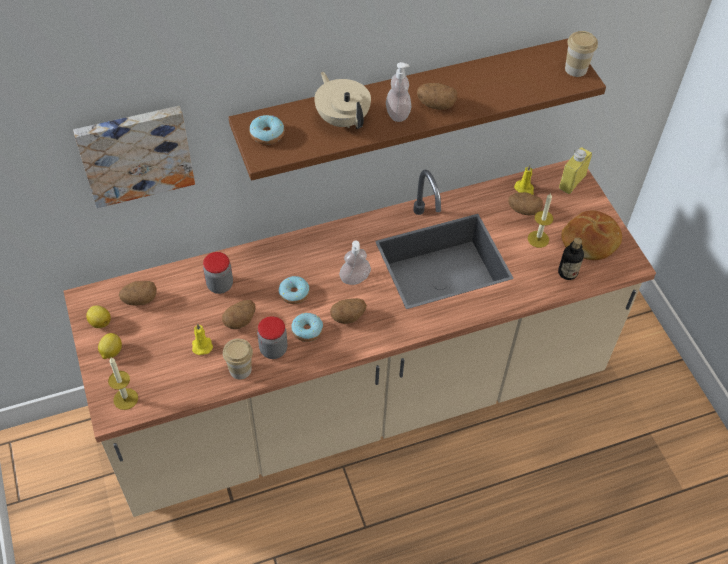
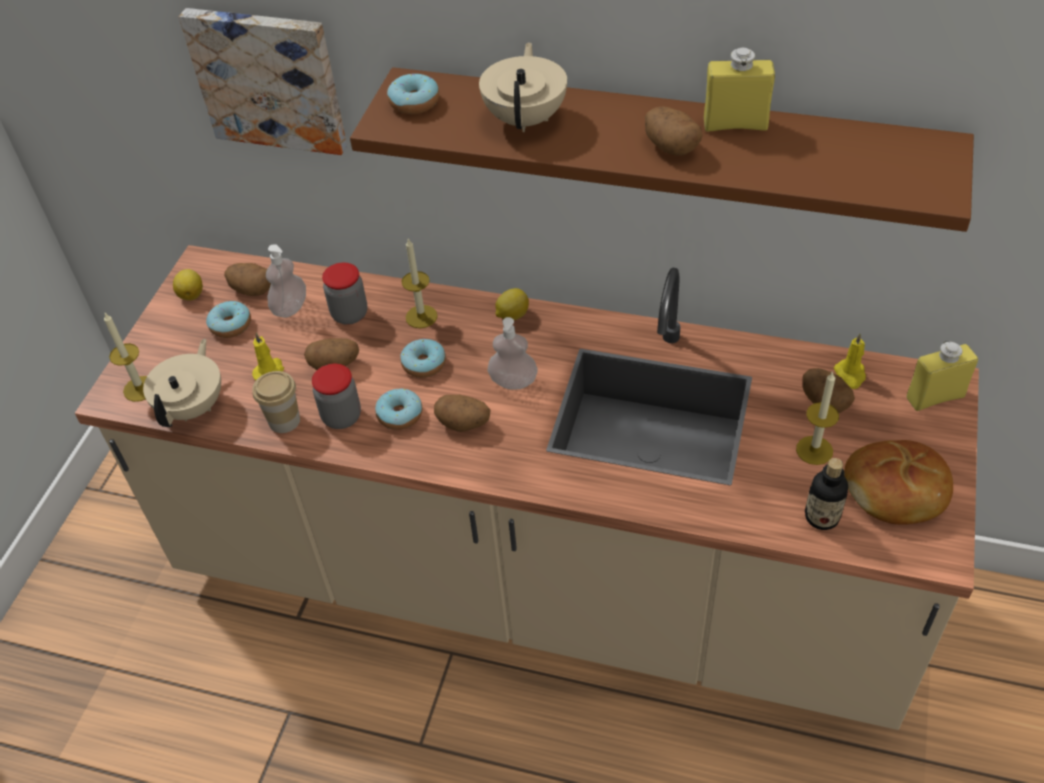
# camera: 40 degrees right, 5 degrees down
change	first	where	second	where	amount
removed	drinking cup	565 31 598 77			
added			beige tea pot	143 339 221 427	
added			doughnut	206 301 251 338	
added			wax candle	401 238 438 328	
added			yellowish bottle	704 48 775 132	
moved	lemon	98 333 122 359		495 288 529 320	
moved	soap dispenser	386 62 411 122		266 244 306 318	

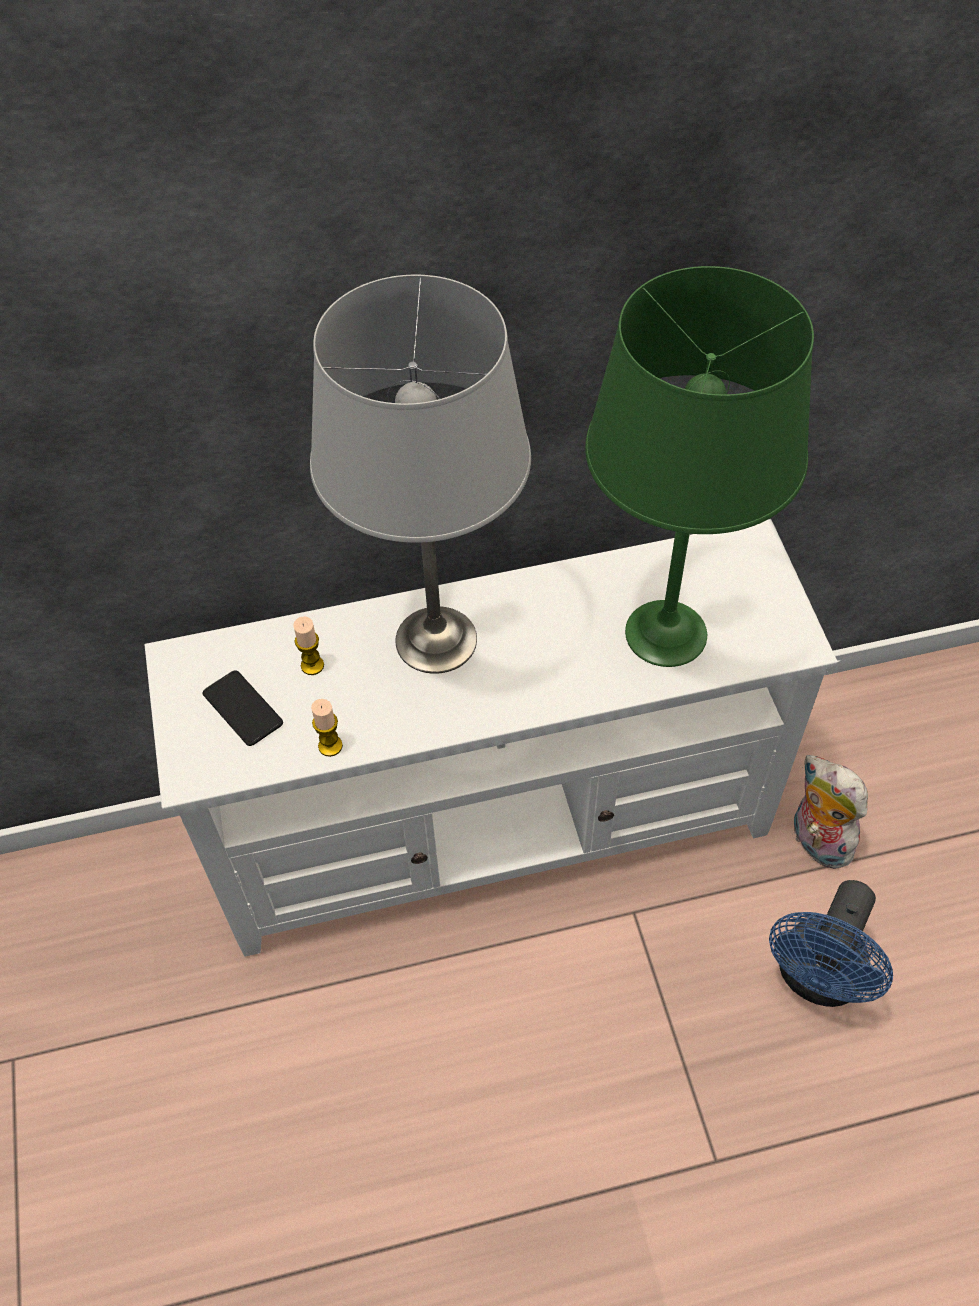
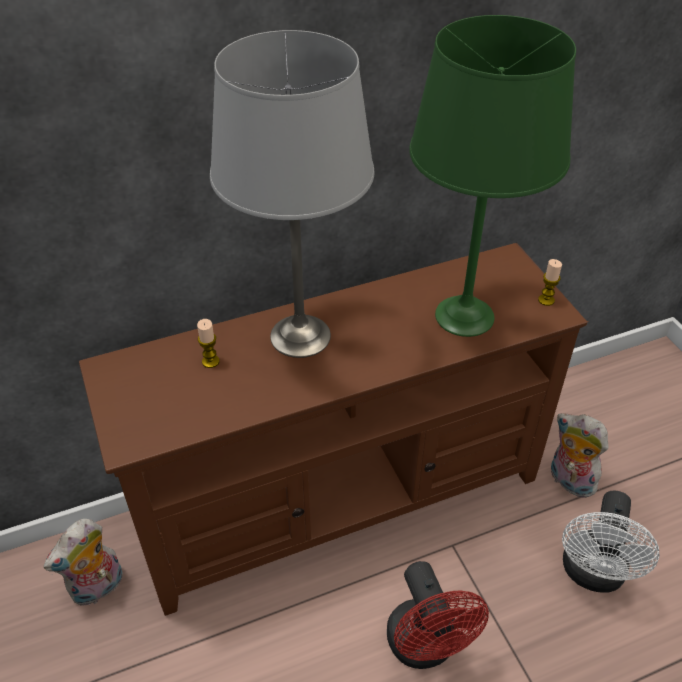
# camera: 10 degrees left, 10 degrees down
change	first	where	second	where	amount
removed	handset	203 670 283 746			
added			cuddly toy	44 519 123 606	
added			reddish fan	387 561 489 669	
moved	wax candle	311 699 343 757		538 259 562 306	
recoloured	white-coloured tv stand	145 519 839 957	brownish tv stand	79 243 589 616	
recoloured	bluish fan	769 880 893 1007	white-coloured fan	562 490 659 593	

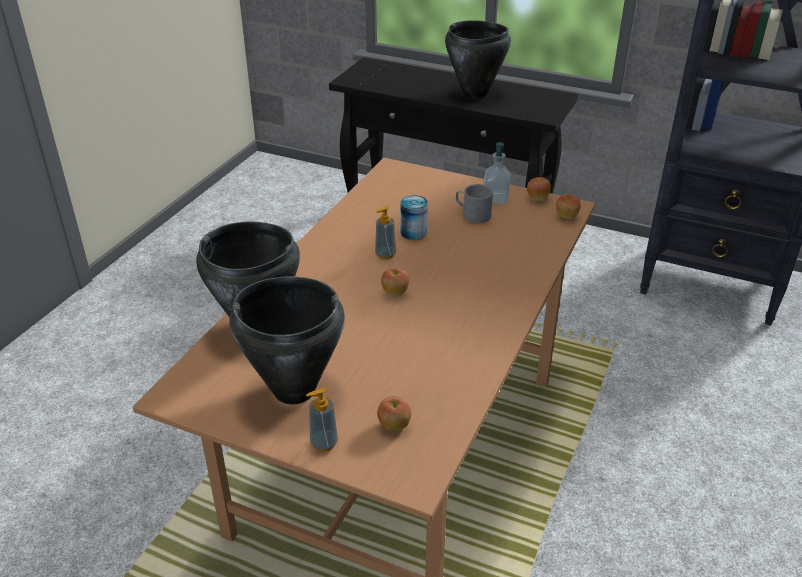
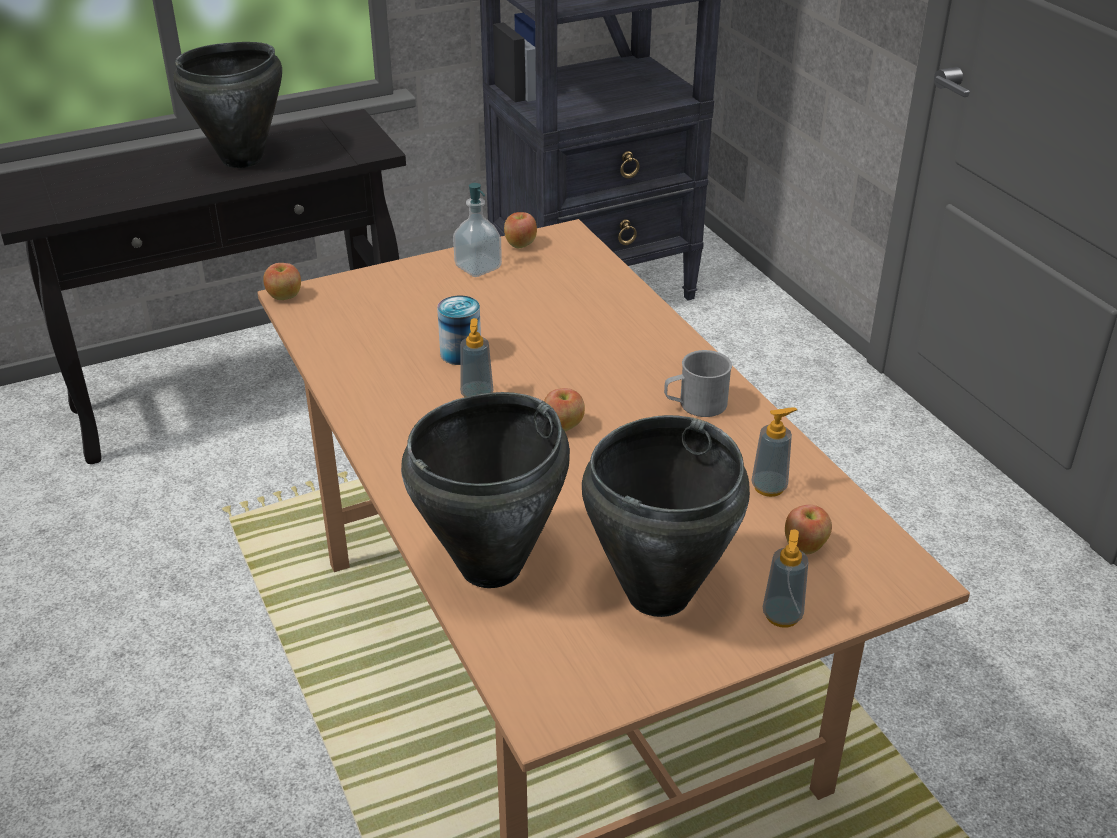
# camera: 50 degrees left, 0 degrees up
change	first	where	second	where	amount
added			soap dispenser	751 408 797 497	
moved	greyish tea mug	456 184 494 223		664 350 732 417	
moved	apple fruit	556 194 581 219		263 263 301 300	

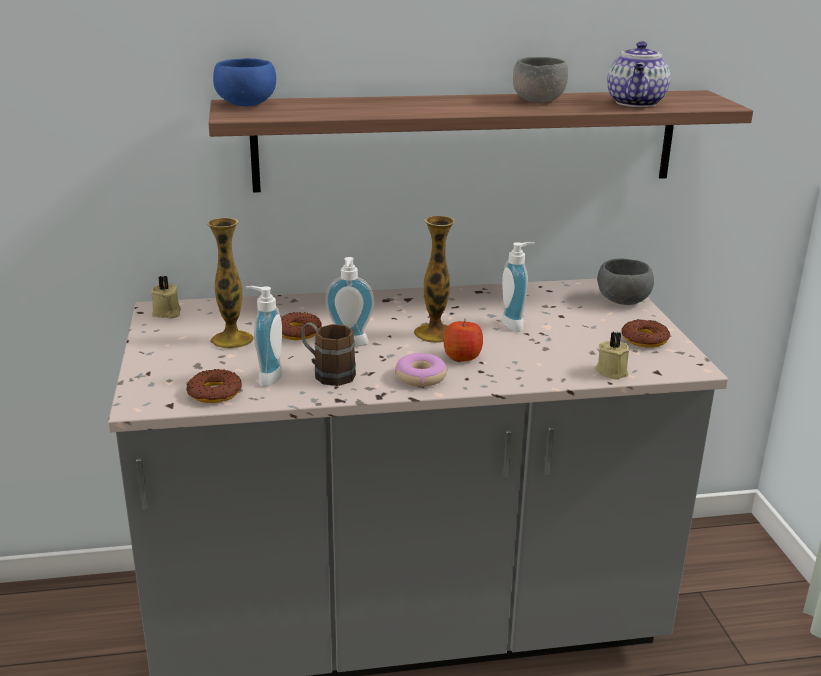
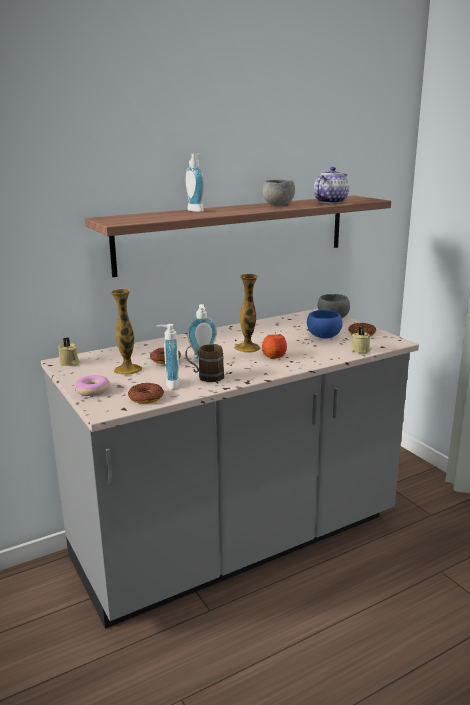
# camera: 20 degrees left, 5 degrees down
change	first	where	second	where	amount
moved	bluish deep dish	213 58 276 106		307 310 343 338	
moved	doughnut	395 353 448 387		75 375 110 396	
moved	soap dispenser	502 242 535 332		186 153 204 212	
turned	tea pot	607 42 670 107		314 167 349 204	135 degrees counterclockwise

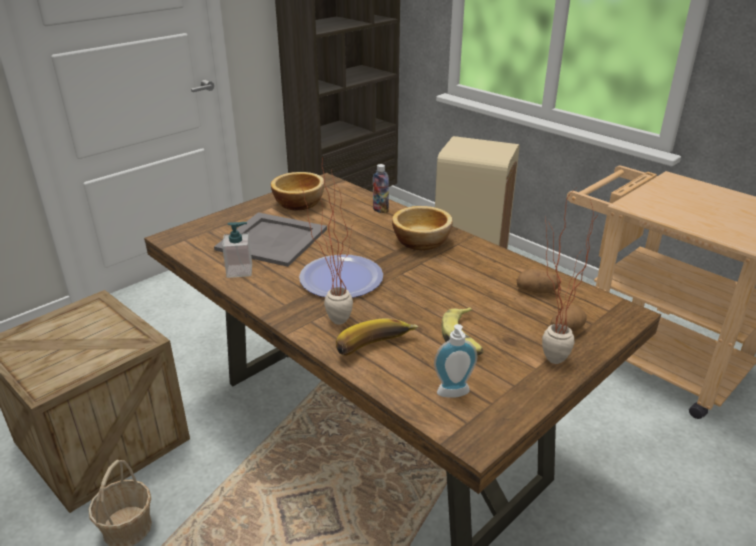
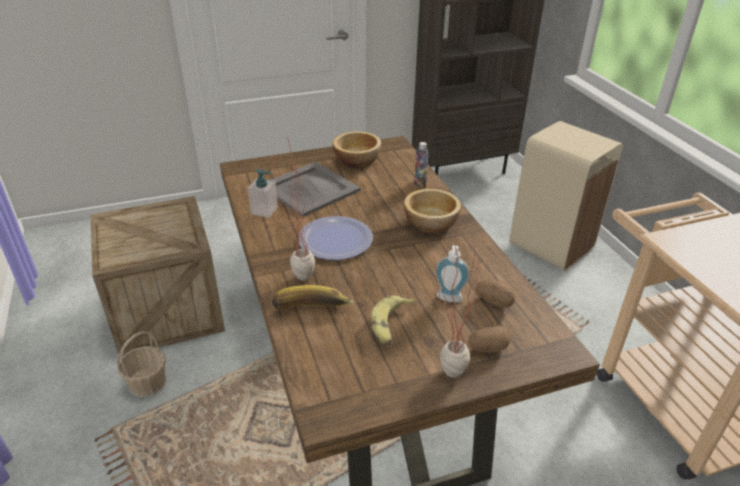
# camera: 25 degrees right, 5 degrees up
change	first	where	second	where	amount
moved	soap dispenser	434 324 477 398		435 245 470 302	

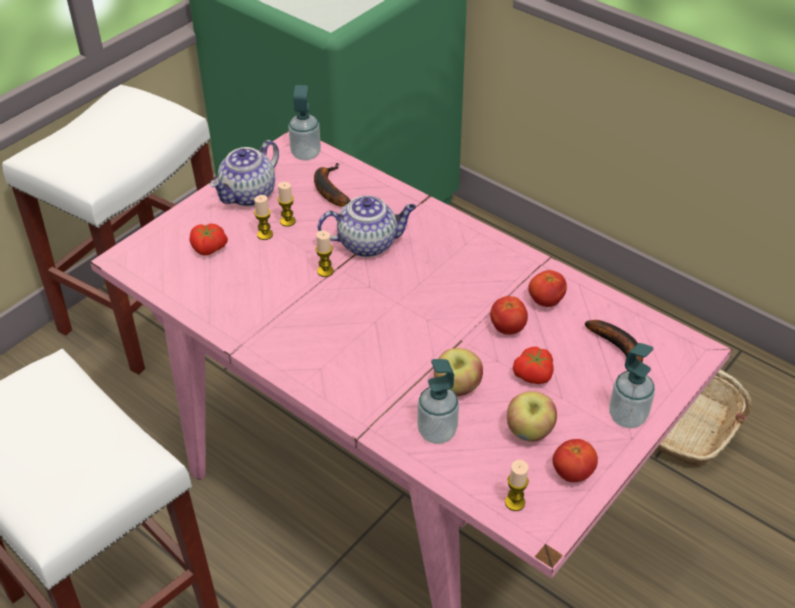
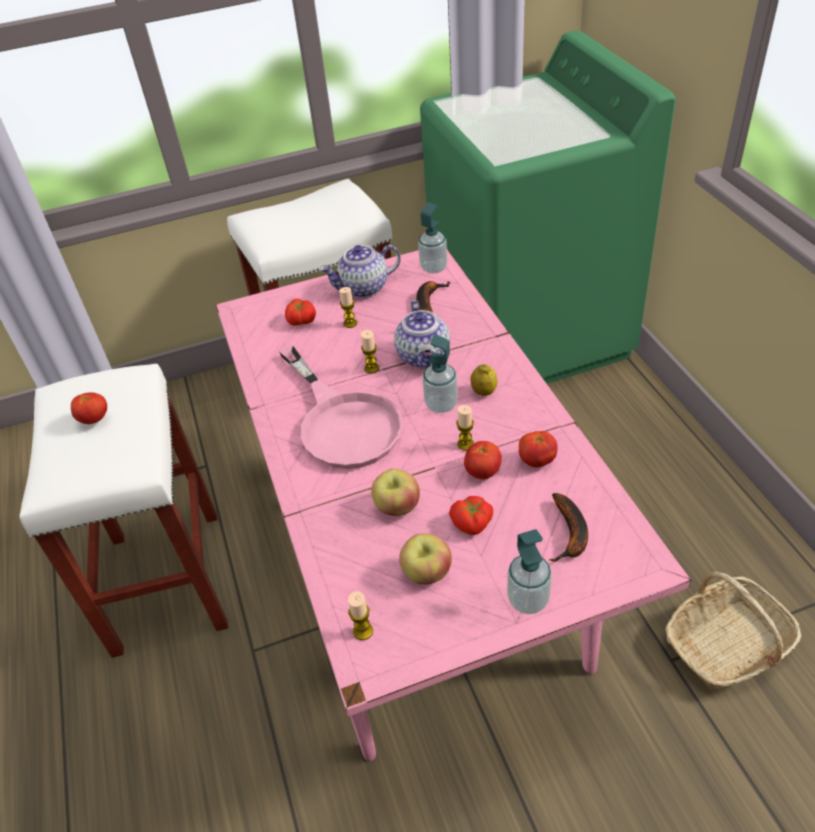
# camera: 35 degrees right, 0 degrees up
change	first	where	second	where	amount
added			pink frying pan	279 345 403 469	
added			lemon	470 364 498 396	
moved	wax candle	278 182 296 227		456 405 474 451	
moved	soap dispenser	417 359 459 444		423 335 458 413	
moved	tomato	553 439 598 482		71 392 107 424	
turned	tea pot	317 195 416 257		394 300 450 369	60 degrees clockwise

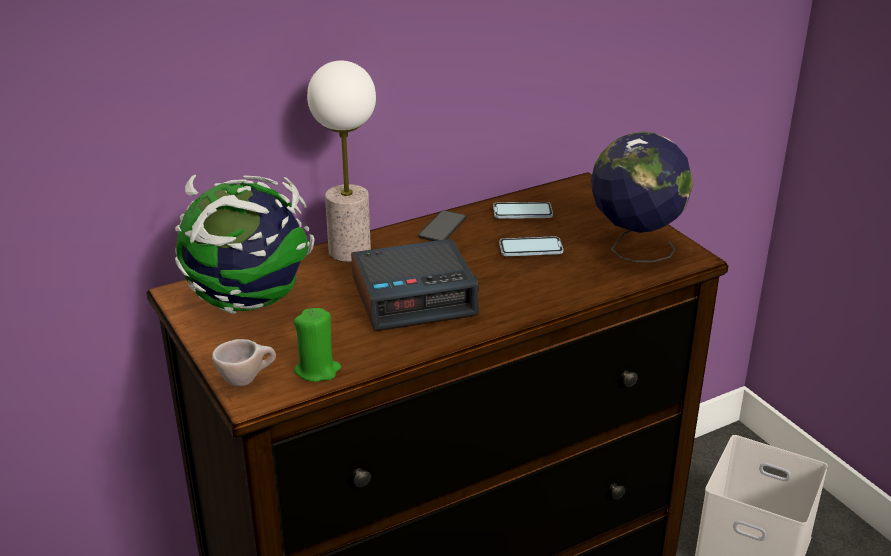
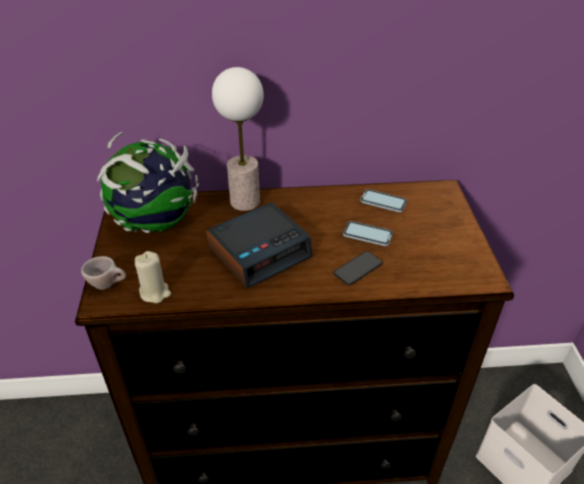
# camera: 25 degrees right, 10 degrees up
change	first	where	second	where	amount
removed	globe	591 131 693 262			
moved	handset	418 210 466 241		333 251 383 285	
recoloured	green-coloured wax candle	294 308 341 382	beige wax candle	135 251 171 303	
turned	table clock	351 239 479 331		206 202 313 289	45 degrees counterclockwise

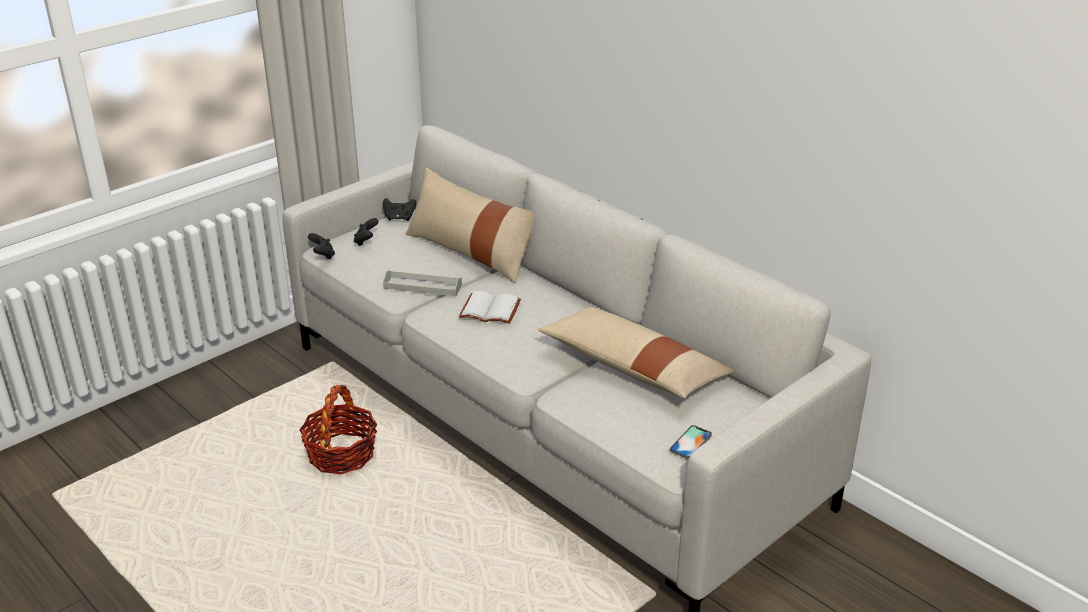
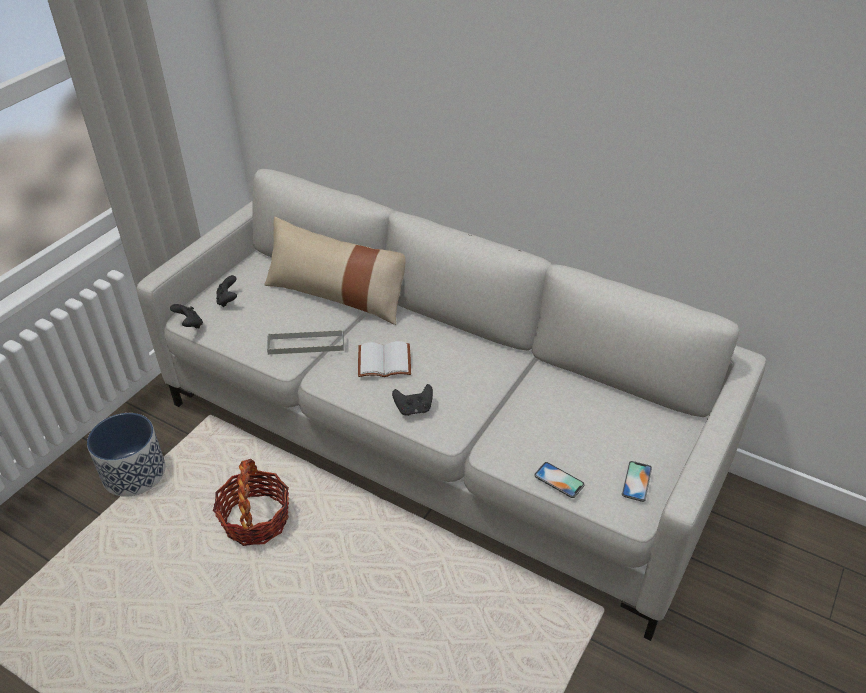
# camera: 15 degrees left, 10 degrees up
change	first	where	second	where	amount
removed	beige throw pillow	538 307 734 398			
added			planter	87 413 166 497	
added			handset	534 462 584 498	
moved	black game controller	383 198 416 221		392 384 433 416	

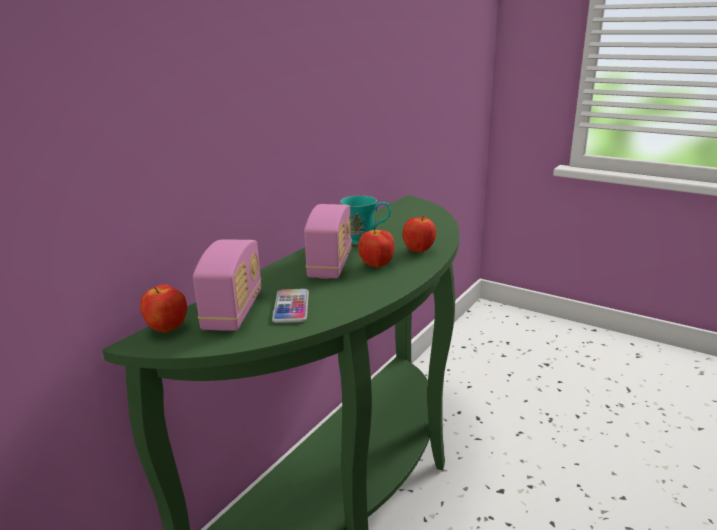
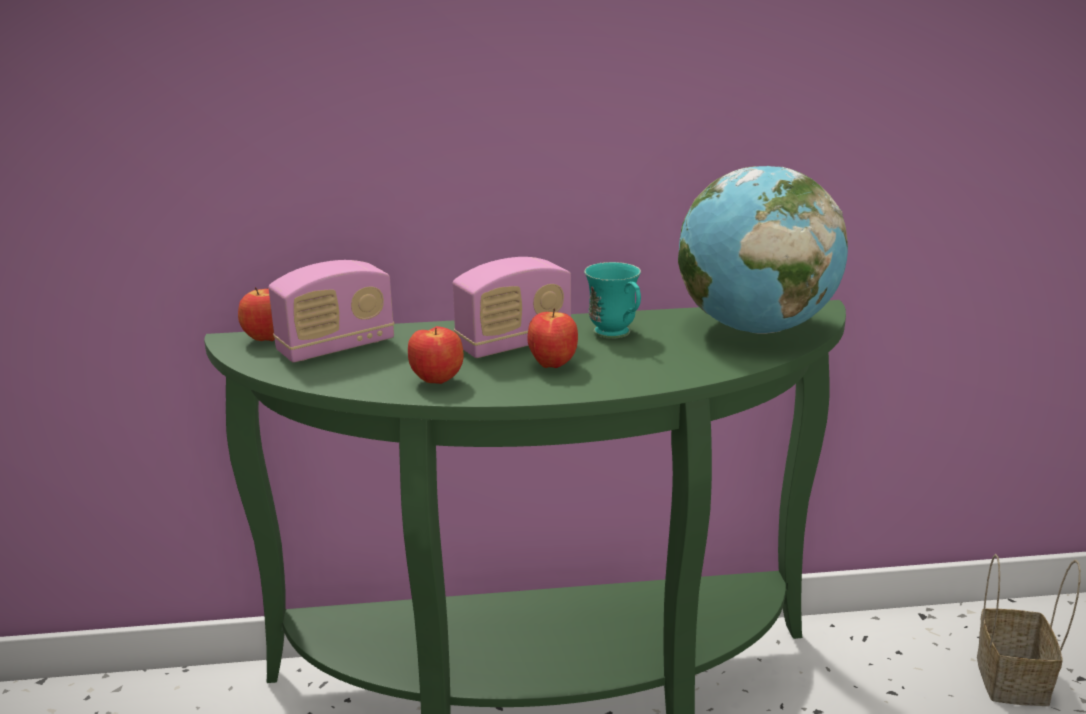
# camera: 50 degrees right, 0 degrees up
change	first	where	second	where	amount
removed	handset	272 289 309 323			
added			globe	678 165 848 334	
added			storage basket	977 554 1081 706	
moved	apple fruit	402 216 436 253		408 326 464 384	

